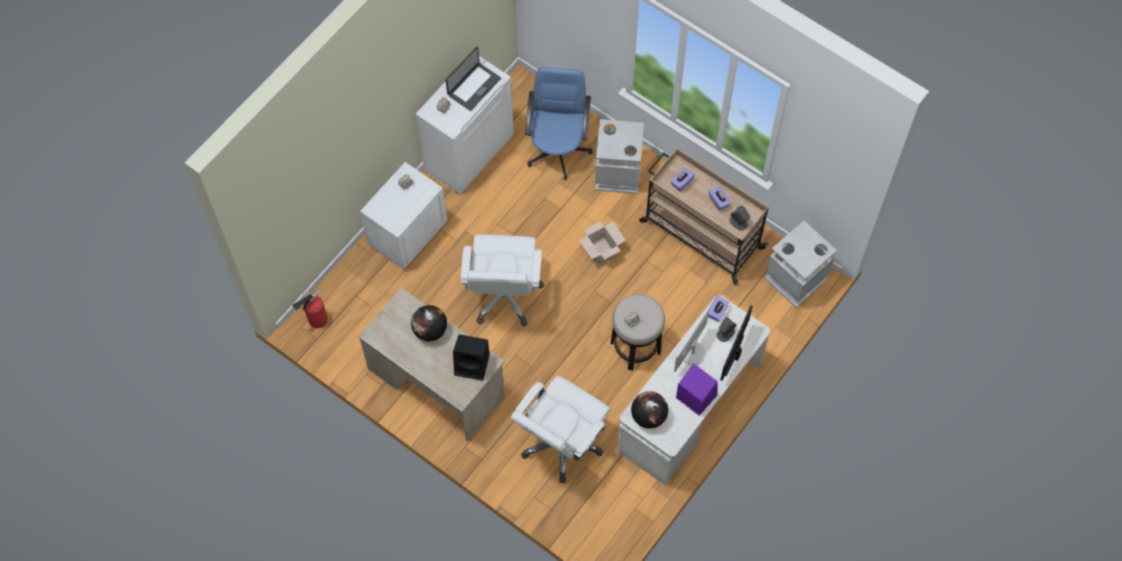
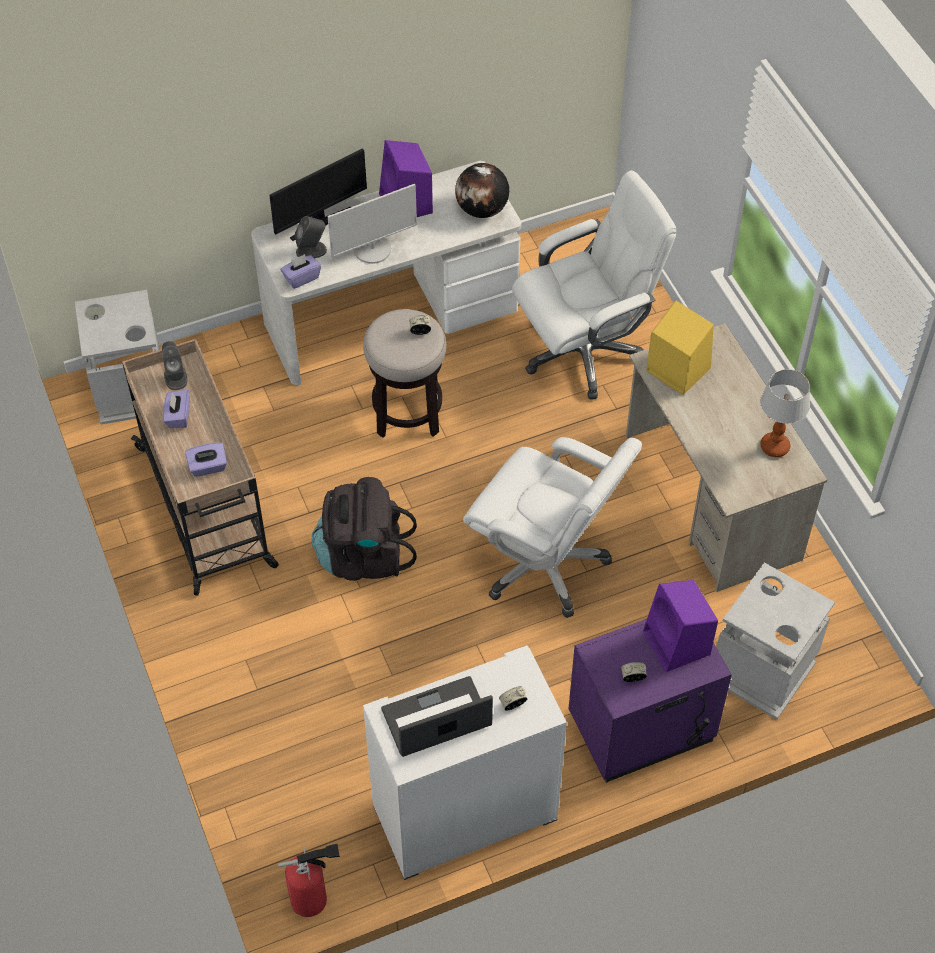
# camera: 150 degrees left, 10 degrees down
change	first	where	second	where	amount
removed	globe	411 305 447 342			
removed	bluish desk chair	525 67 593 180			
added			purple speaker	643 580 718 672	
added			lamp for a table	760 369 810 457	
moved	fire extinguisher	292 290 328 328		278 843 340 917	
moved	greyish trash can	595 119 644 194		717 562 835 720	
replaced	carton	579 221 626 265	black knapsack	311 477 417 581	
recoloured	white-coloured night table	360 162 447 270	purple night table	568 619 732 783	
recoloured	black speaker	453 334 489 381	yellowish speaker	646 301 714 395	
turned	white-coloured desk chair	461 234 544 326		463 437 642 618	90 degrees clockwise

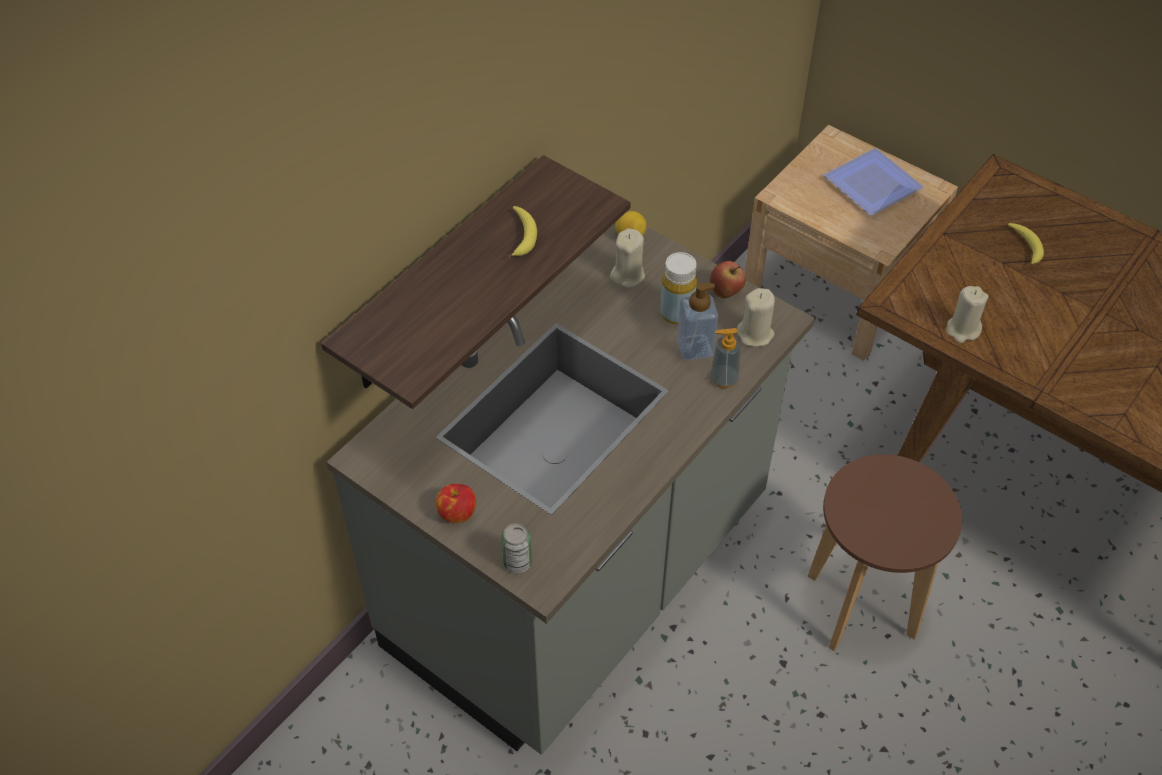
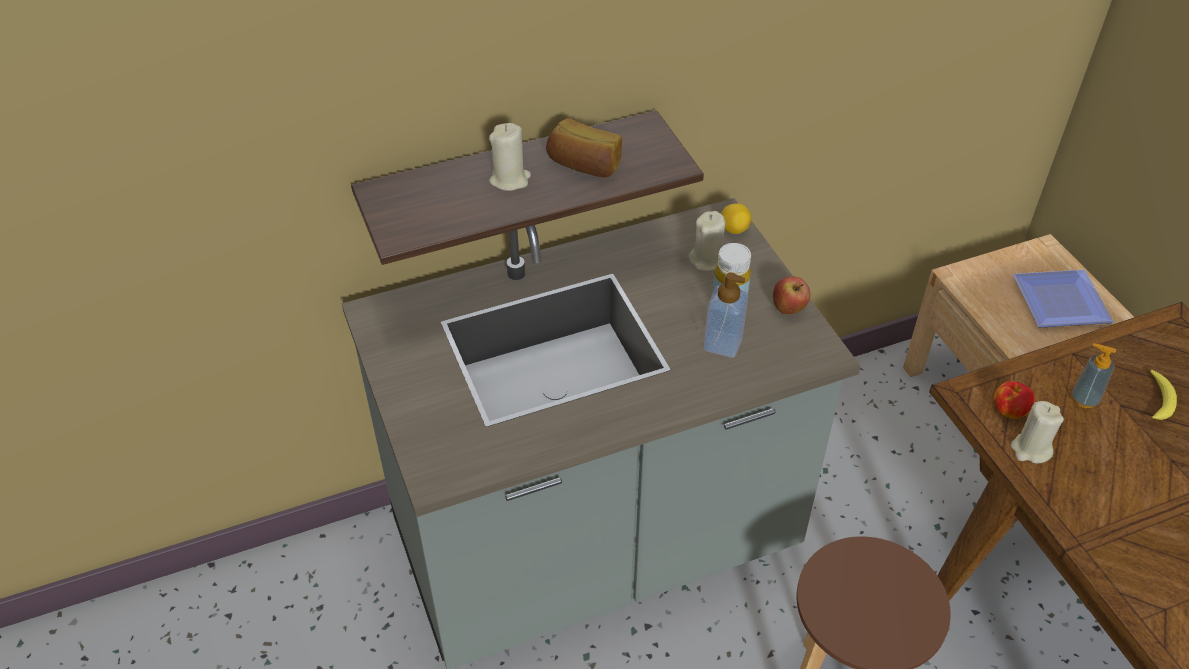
# camera: 30 degrees right, 5 degrees down
change	first	where	second	where	amount
removed	sealed can	501 523 532 573			
moved	apple fruit	435 484 476 523		994 381 1035 419	
moved	soap dispenser	710 328 741 388		1071 343 1116 408	
moved	beige wax candle	737 288 775 347		489 123 531 191	
replaced	banana fruit	508 206 537 258	baked bread	546 118 622 178	

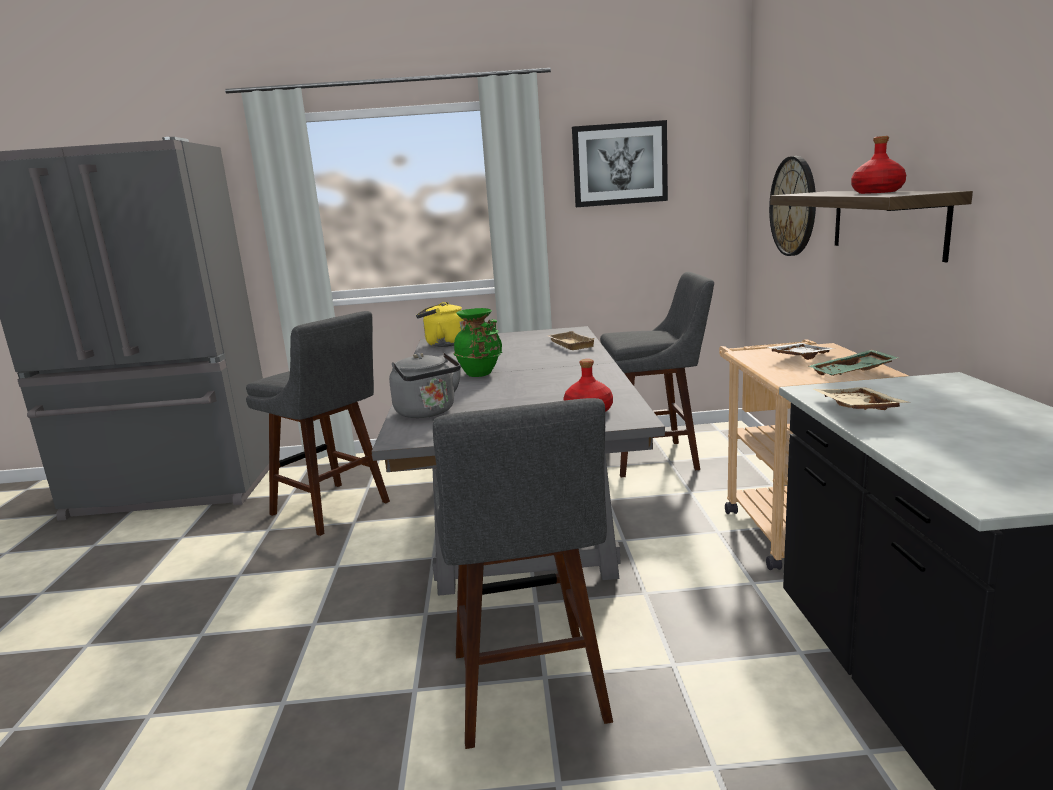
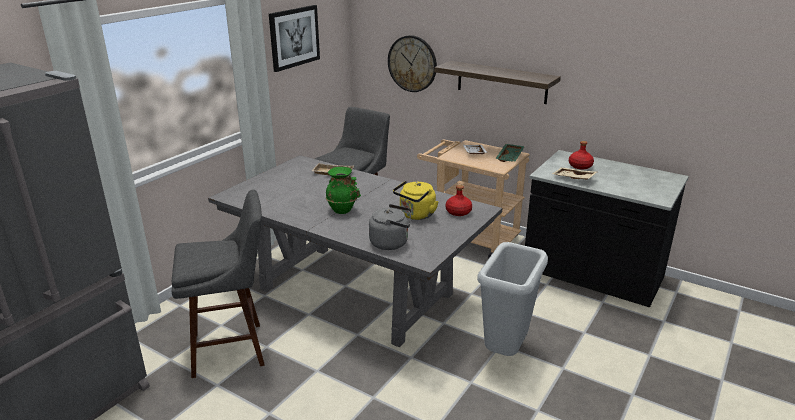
# camera: 55 degrees left, 10 degrees up
change	first	where	second	where	amount
moved	yellowish kettle	416 302 466 347		393 181 439 220	
moved	reddish bottle	851 136 906 194		569 141 594 169	
replaced	greyish stool seat	433 398 613 749	greyish trash can	477 242 548 356	

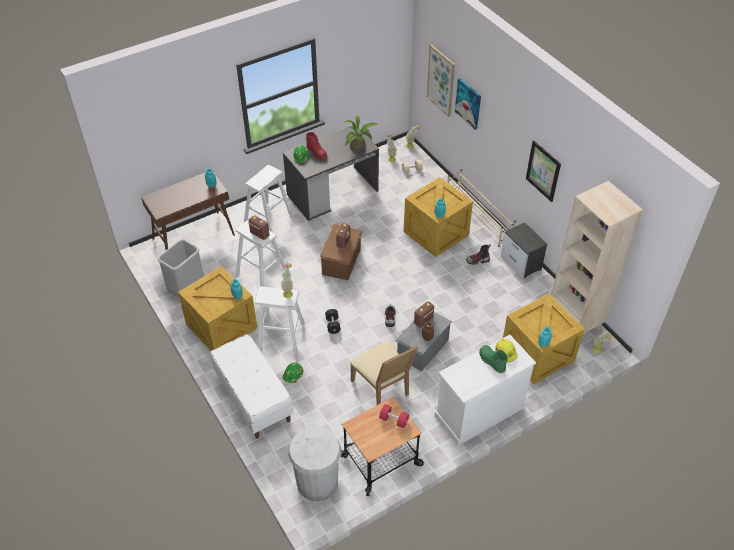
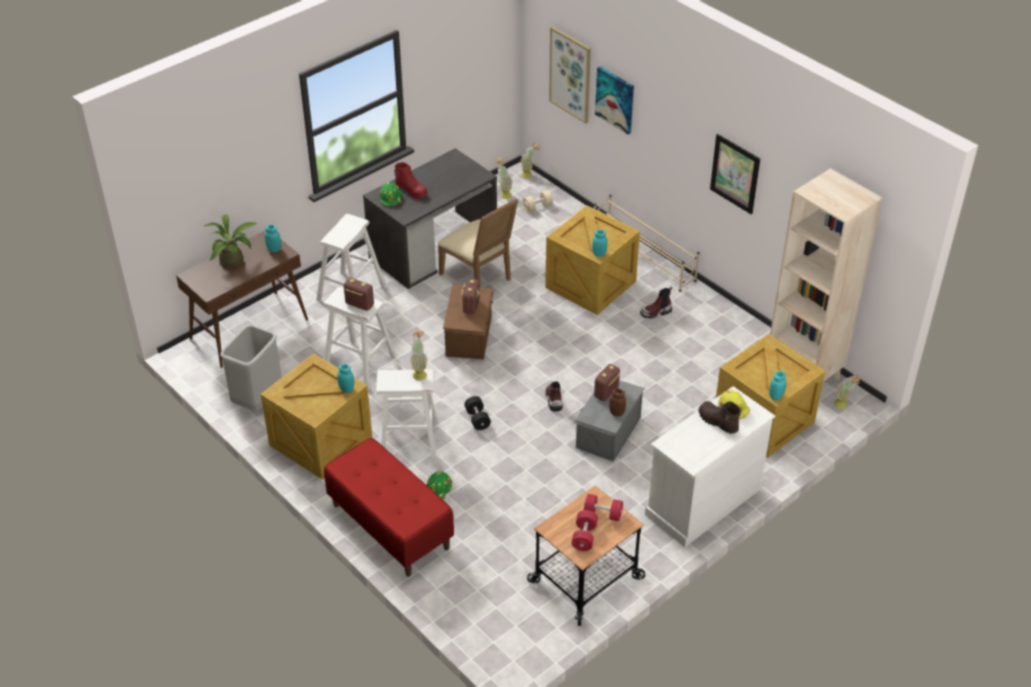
# camera: 10 degrees left, 5 degrees down
change	first	where	second	where	amount
removed	white-coloured trash can	288 427 341 501			
removed	night table	501 222 547 279			
added			reddish hand weight	572 510 598 551	
moved	houseplant	345 116 377 151		204 215 258 268	
moved	beige plain chair	350 341 418 405		438 198 518 287	
recoloured	white-coloured long seat	210 334 293 438	reddish long seat	324 438 454 576	
recoloured	green-coloured boot	479 345 508 373	brownish boot	699 401 741 434	

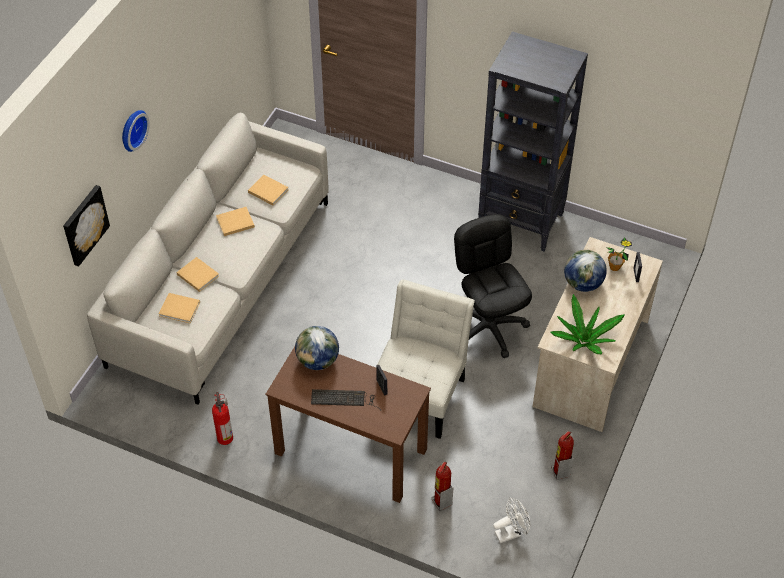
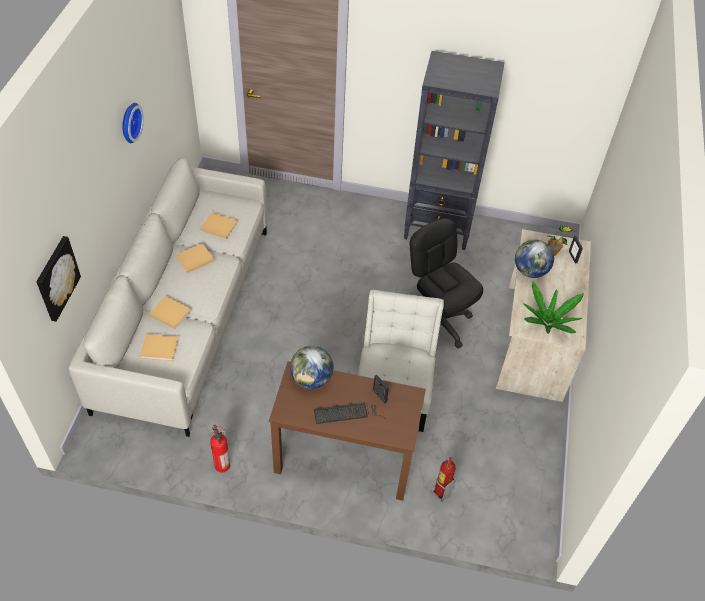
# camera: 15 degrees left, 0 degrees up
change	first	where	second	where	amount
removed	white-coloured fan	493 497 530 544			
removed	fire extinguisher	551 431 574 480			
moved	wall clock	122 110 150 152		122 103 144 143	

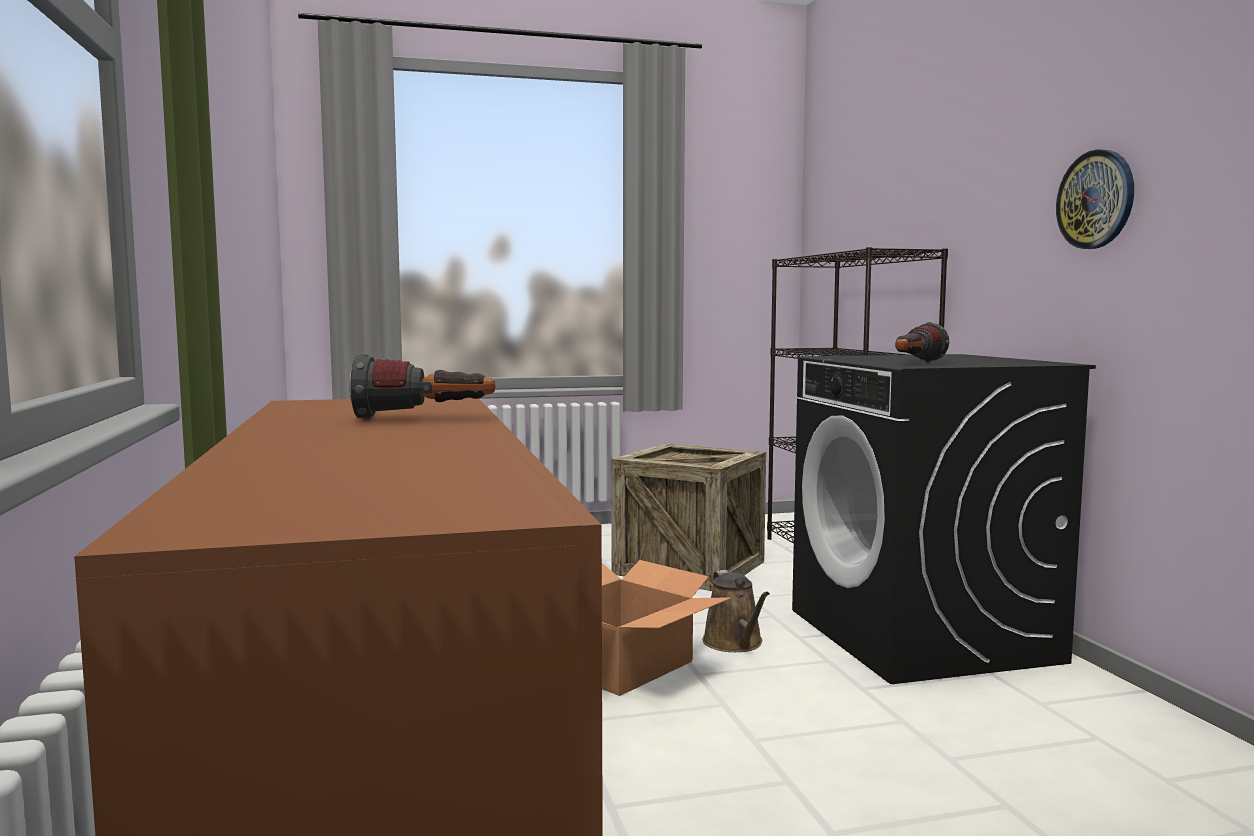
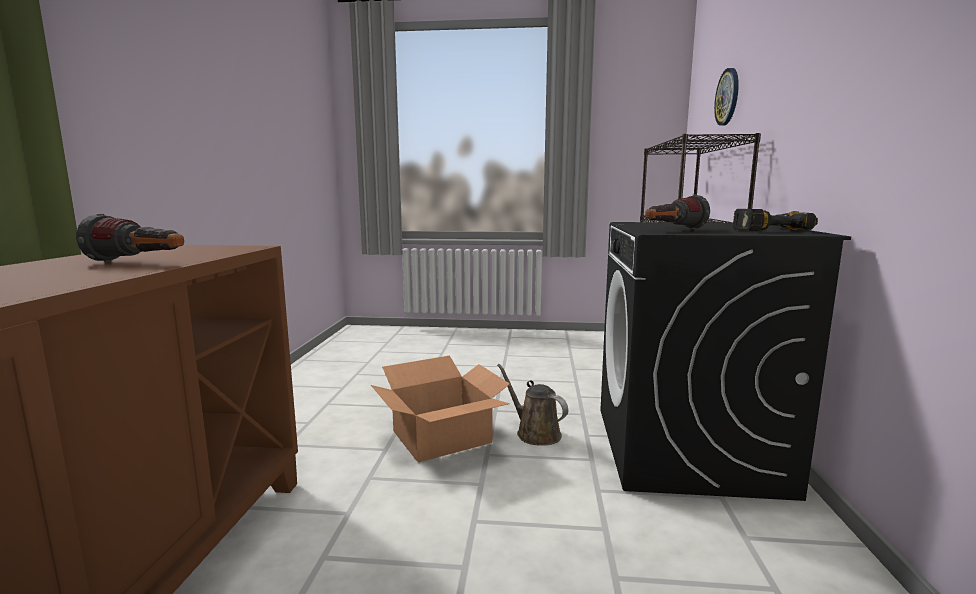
# camera: 20 degrees right, 5 degrees up
change	first	where	second	where	amount
removed	shipping crate	611 444 766 591			
added			power drill	733 209 818 231	
moved	wall clock	1056 149 1134 249		714 68 739 126	
turned	brownish watering can	703 570 770 652		497 364 568 446	135 degrees clockwise

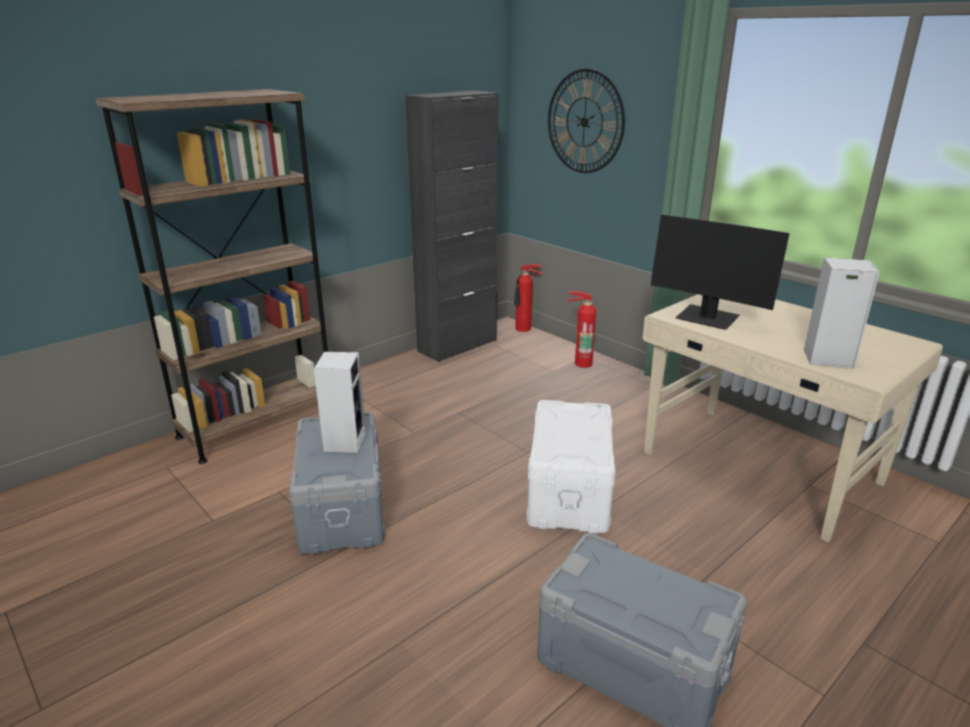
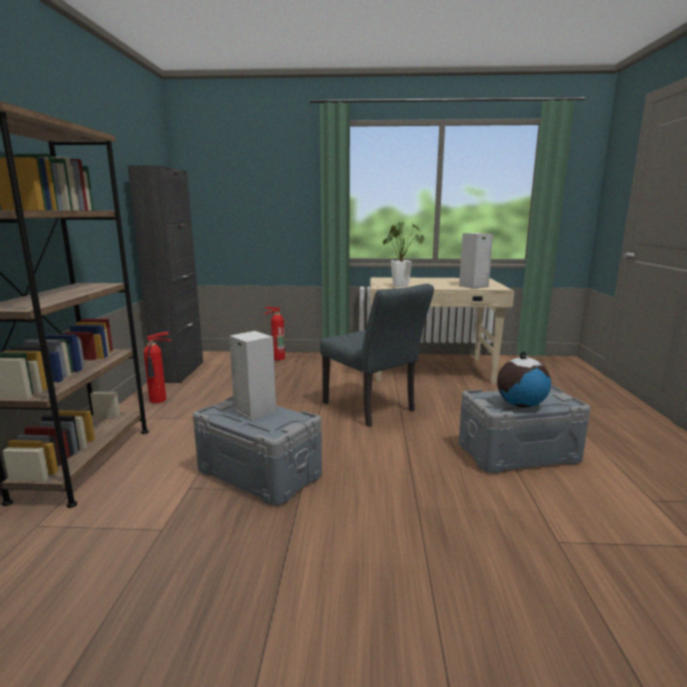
# camera: 45 degrees left, 10 degrees down
change	first	where	second	where	amount
removed	wall clock	548 69 625 173			
added			globe	497 351 551 408	
moved	fire extinguisher	514 264 543 332		144 332 171 403	
replaced	white-coloured storage container	527 400 616 534	greyish plain chair	320 284 434 427	
replaced	monitor	651 215 790 330	houseplant	383 222 425 287	

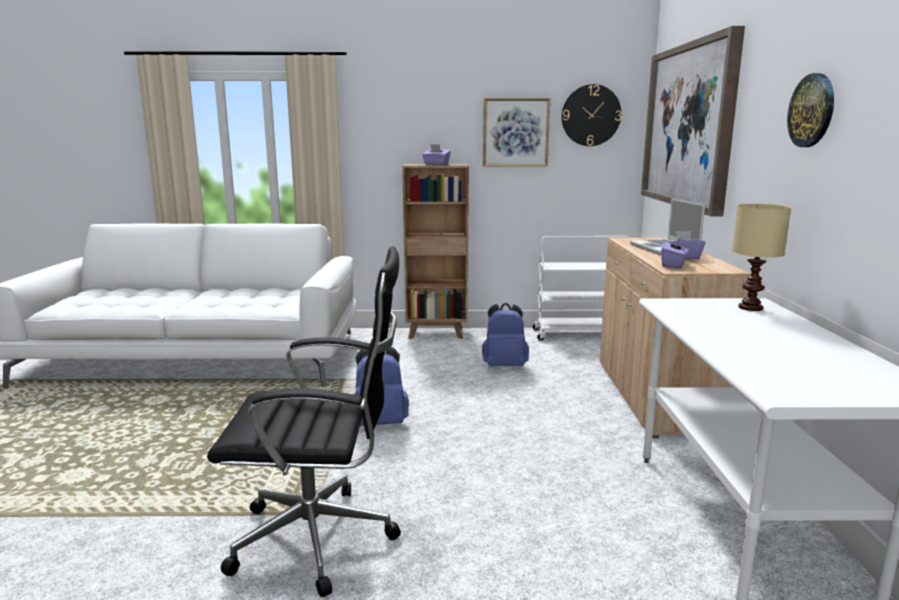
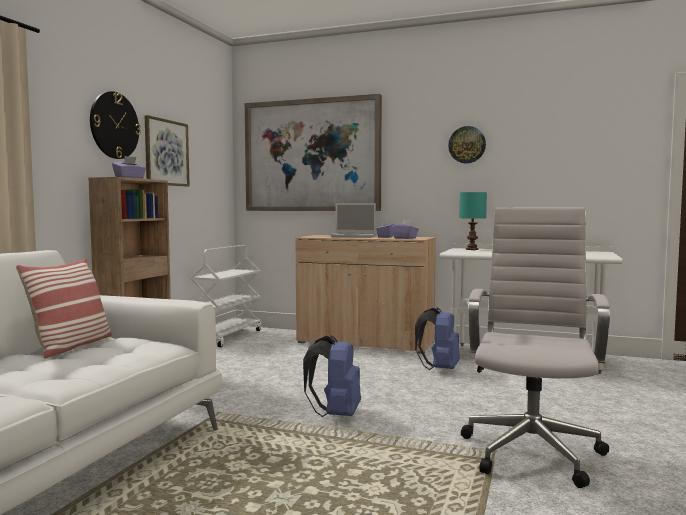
# camera: 70 degrees left, 10 degrees down
change	first	where	second	where	amount
added			throw pillow	16 258 112 358	
moved	bluish knapsack	482 303 529 366		415 307 460 370	
moved	wall clock	562 84 621 146		90 91 141 159	
recoloured	black desk chair	207 246 401 597	white-coloured desk chair	461 207 610 488	
recoloured	beige lamp for a table	732 204 791 311	turquoise-coloured lamp for a table	460 192 487 250	

